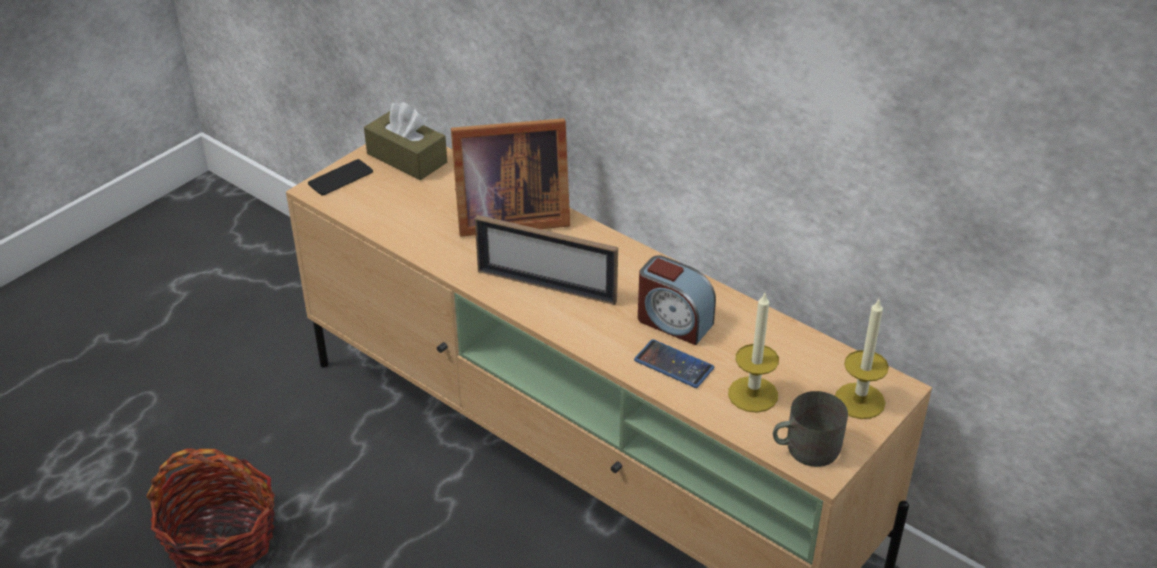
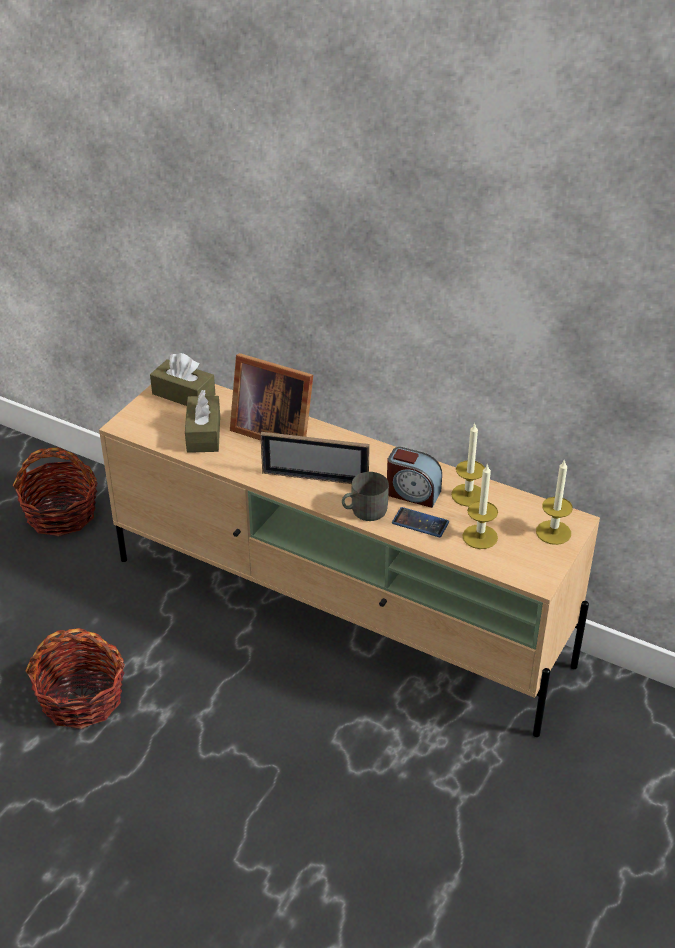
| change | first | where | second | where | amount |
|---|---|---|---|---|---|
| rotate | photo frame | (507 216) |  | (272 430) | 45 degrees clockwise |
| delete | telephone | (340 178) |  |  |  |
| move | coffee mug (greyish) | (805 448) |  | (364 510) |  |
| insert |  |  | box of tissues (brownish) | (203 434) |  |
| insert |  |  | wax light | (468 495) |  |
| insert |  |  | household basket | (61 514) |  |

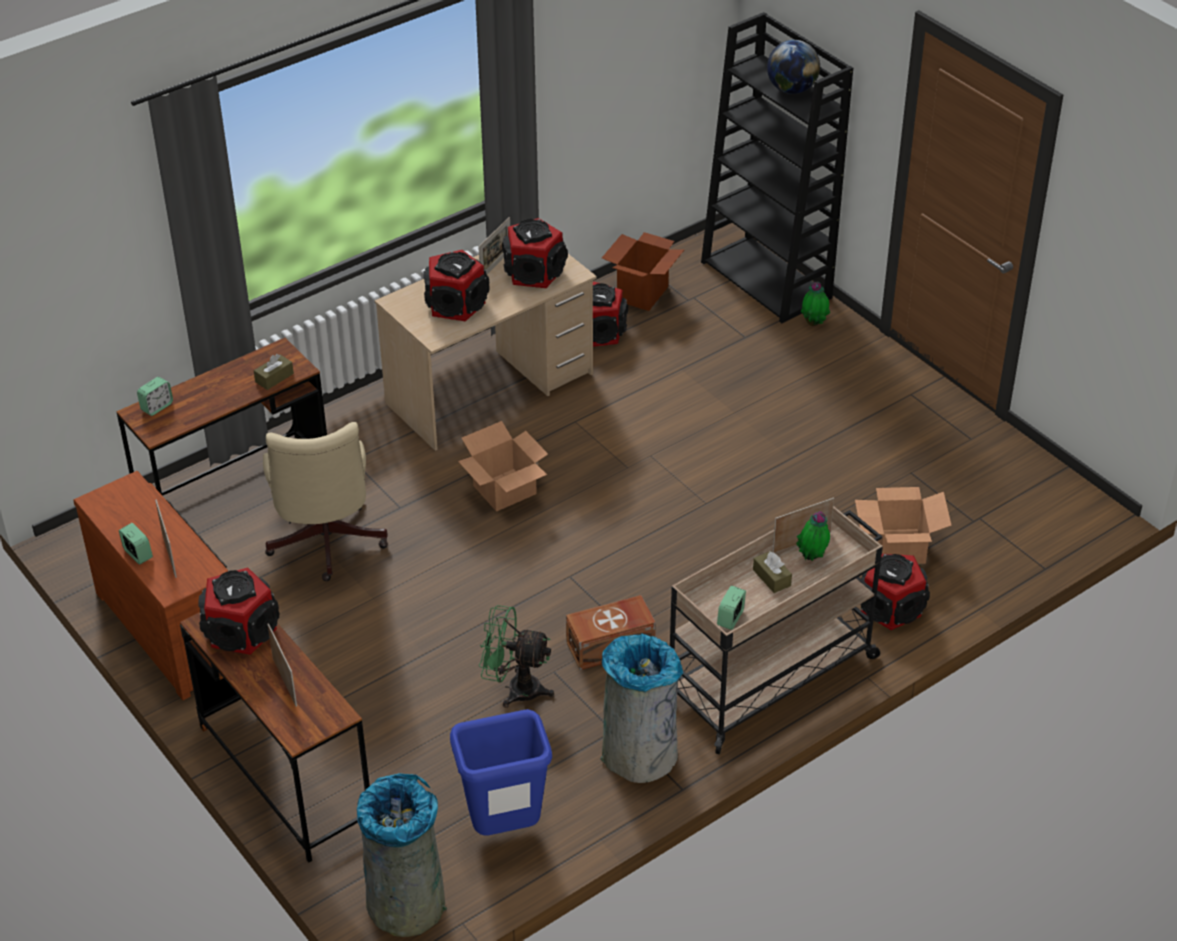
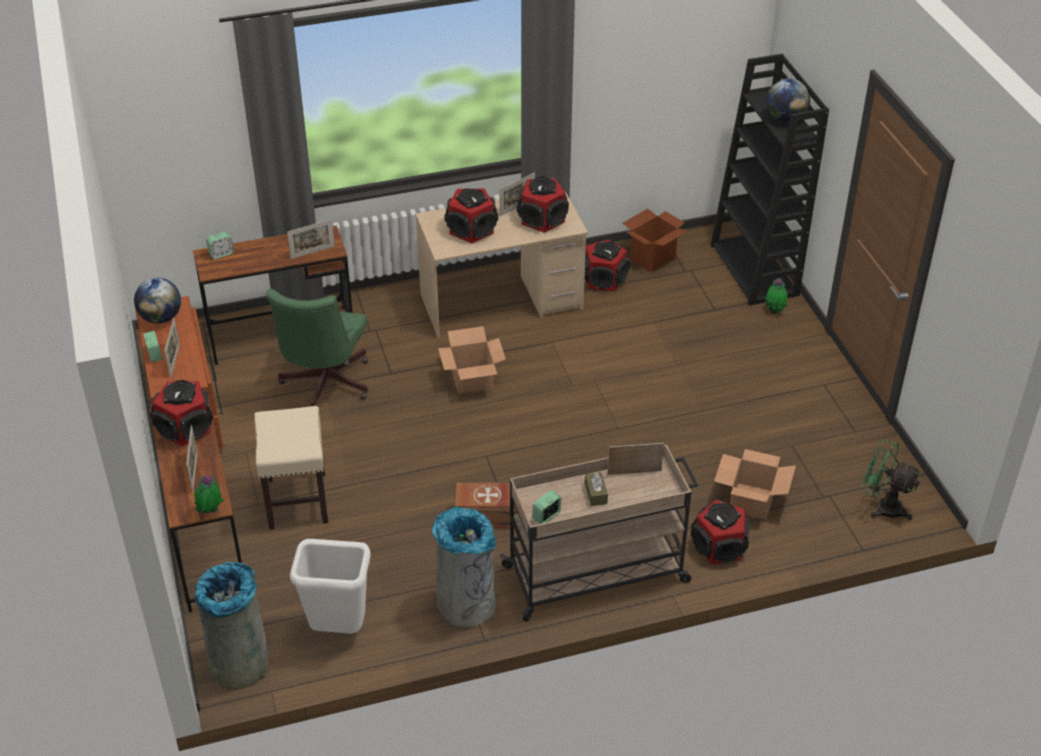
| change | first | where | second | where | amount |
|---|---|---|---|---|---|
| replace | box of tissues (brownish) | (274 378) | photo frame | (312 252) |  |
| recolor | desk chair (beige) | (325 545) | desk chair (green) | (324 386) |  |
| move | houseplant | (812 558) |  | (210 512) |  |
| move | cooling fan (green) | (515 689) |  | (882 506) |  |
| recolor | trash can (bluish) | (504 829) | trash can (whitish) | (338 630) |  |
| insert |  |  | world globe | (161 318) |  |
| insert |  |  | stool seat (beige) | (297 501) |  |

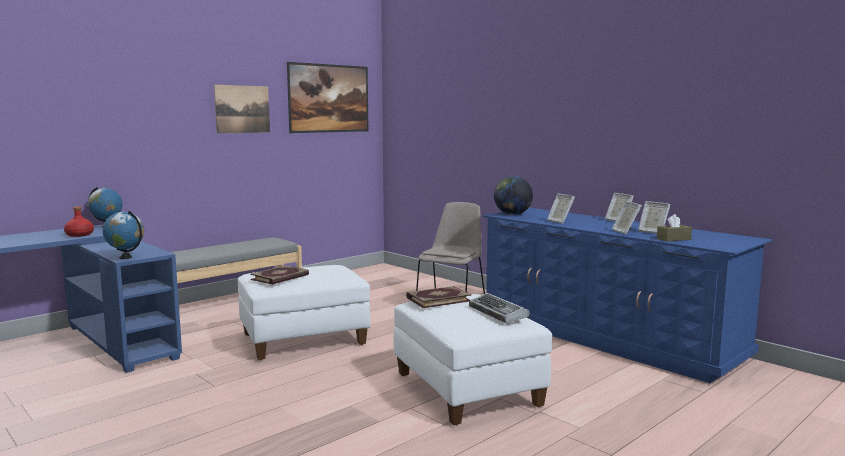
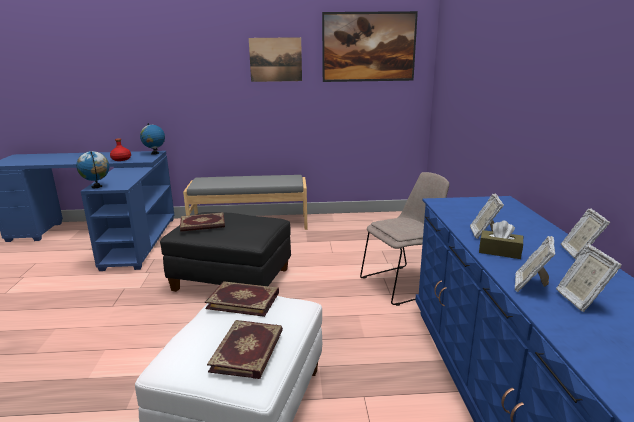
| change | first | where | second | where | amount |
|---|---|---|---|---|---|
| delete | world globe | (512 214) |  |  |  |
| move | box of tissues (brownish) | (673 239) |  | (499 252) |  |
| recolor | footrest (whitish) | (304 339) | footrest (black-coloured) | (232 280) |  |
| replace | PC keyboard | (499 313) | bound book | (248 351) |  |

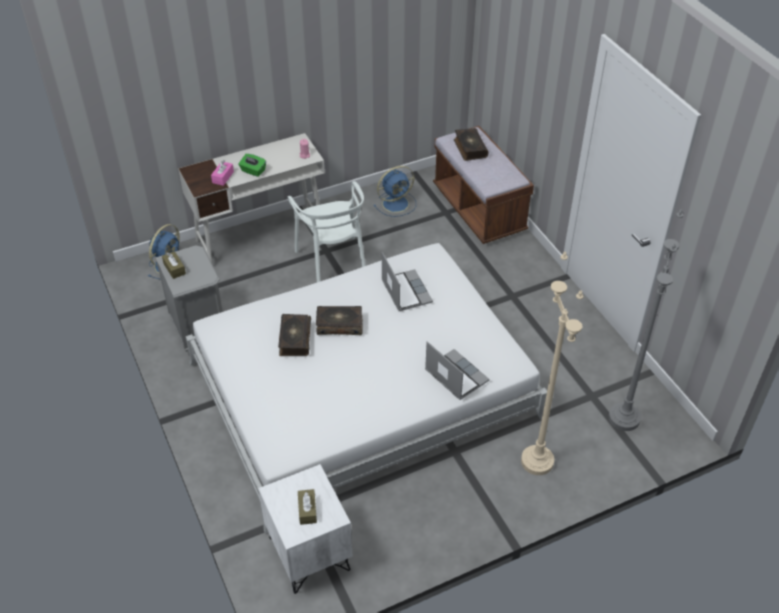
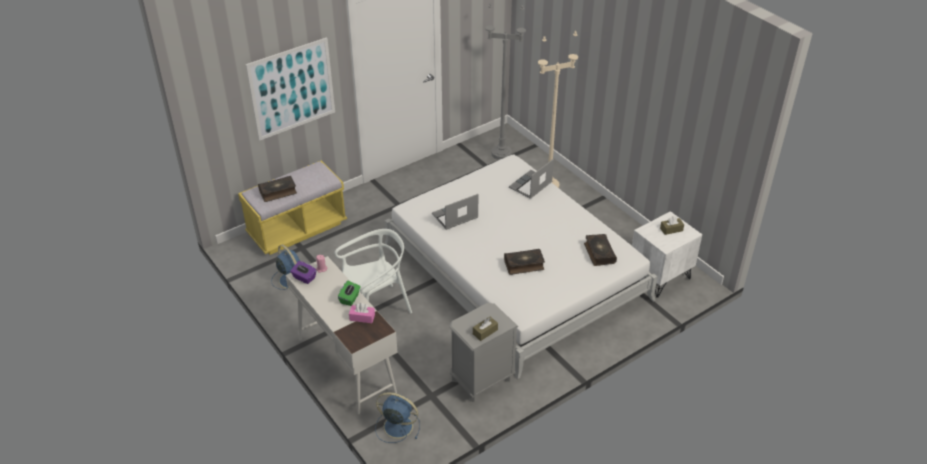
| change | first | where | second | where | amount |
|---|---|---|---|---|---|
| recolor | bench (brownish) | (479 210) | bench (yellow) | (297 229) |  |
| move | bound book | (339 325) |  | (599 253) |  |
| insert |  |  | wall picture | (292 89) |  |
| insert |  |  | box of tissues (purple-coloured) | (304 278) |  |

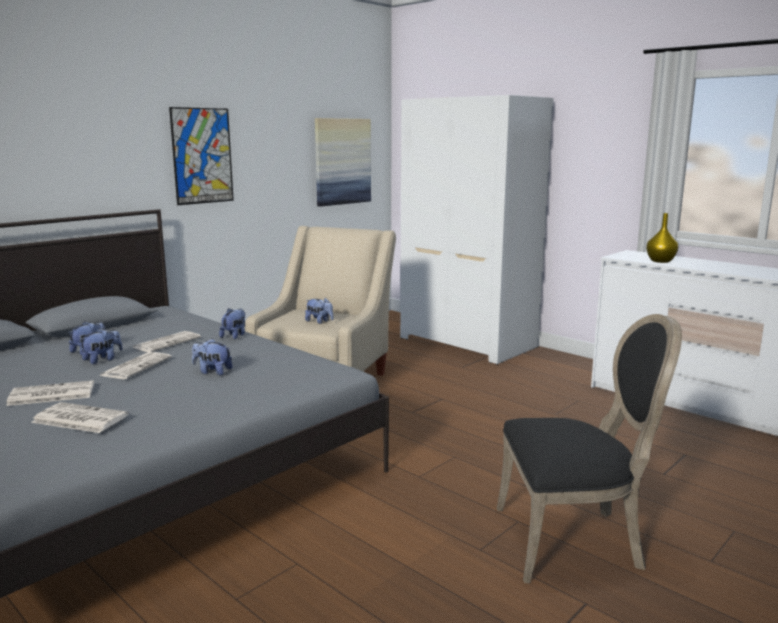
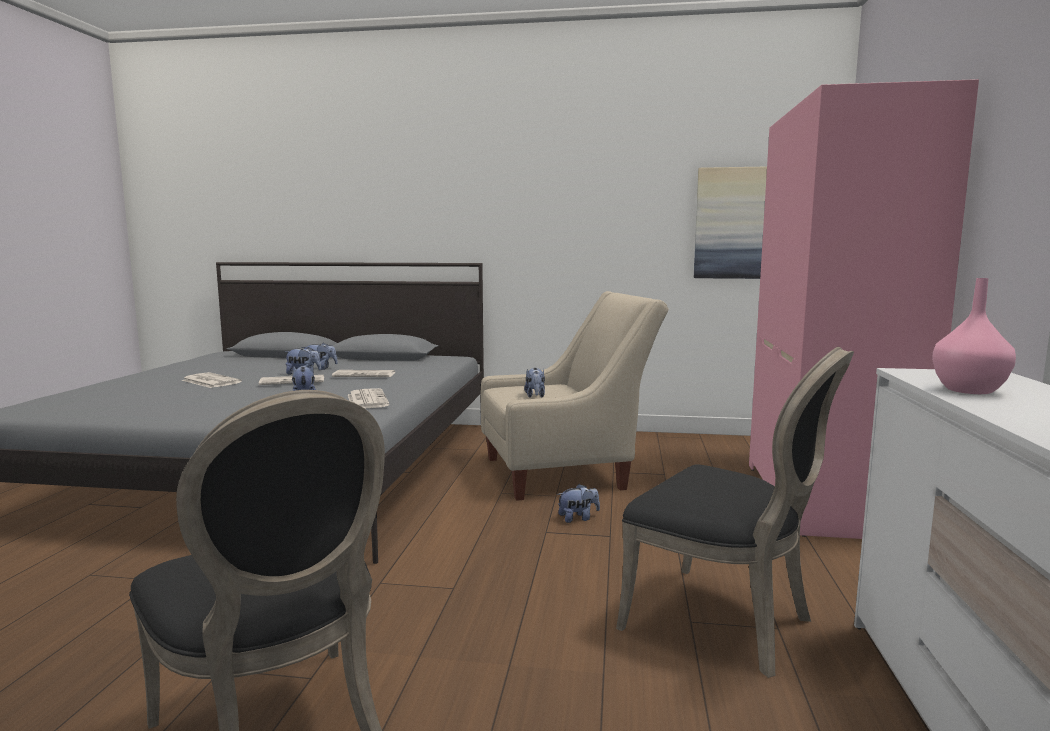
| change | first | where | second | where | amount |
|---|---|---|---|---|---|
| recolor | clothes cupboard (whitish) | (469 342) | clothes cupboard (pink-coloured) | (827 500) |  |
| delete | wall picture | (202 156) |  |  |  |
| recolor | flower vase (yellow) | (660 261) | flower vase (pink-coloured) | (967 390) |  |
| move | soft toy | (234 336) |  | (578 518) |  |
| move | daily paper | (78 419) |  | (367 400) |  |
| insert |  |  | chair (black-coloured) | (725 623) |  |

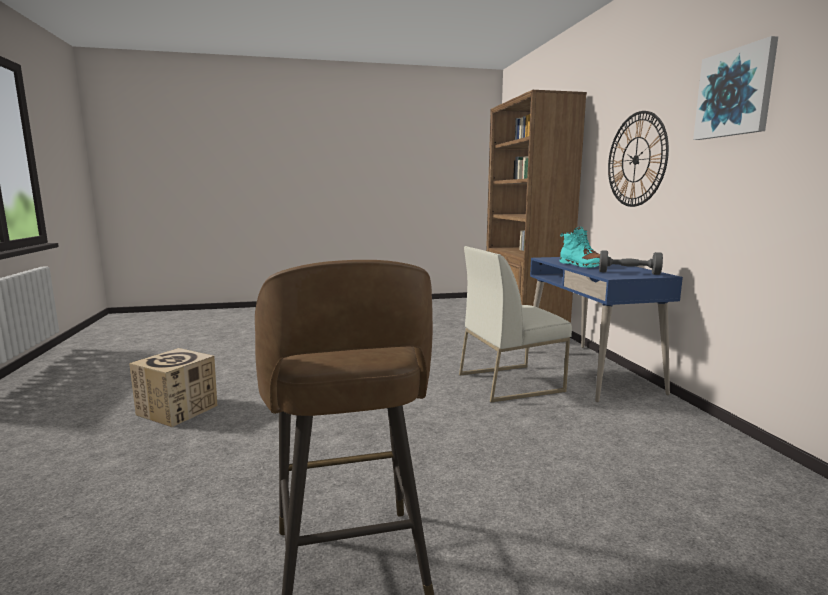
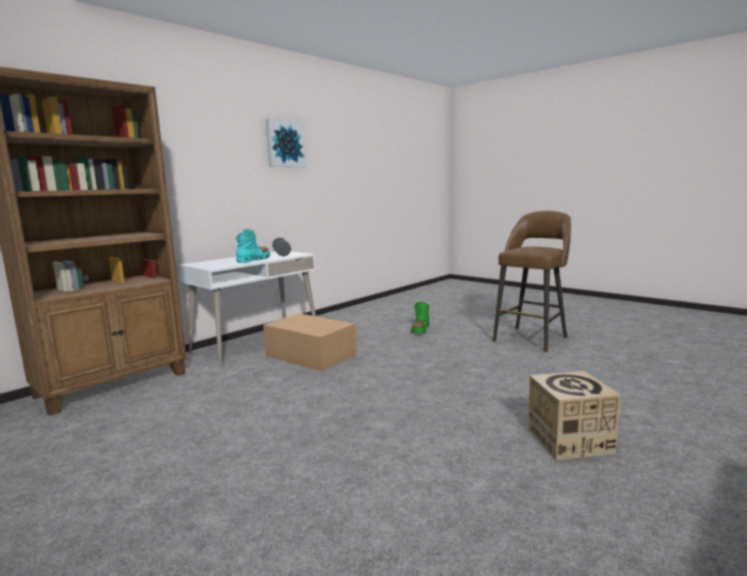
| change | first | where | second | where | amount |
|---|---|---|---|---|---|
| delete | clock on the wall | (636 159) |  |  |  |
| replace | chair (whitish) | (510 382) | packing box | (311 356) |  |
| recolor | desk (bluish) | (589 370) | desk (whitish) | (256 343) |  |
| insert |  |  | high-top boot (green) | (420 330) |  |

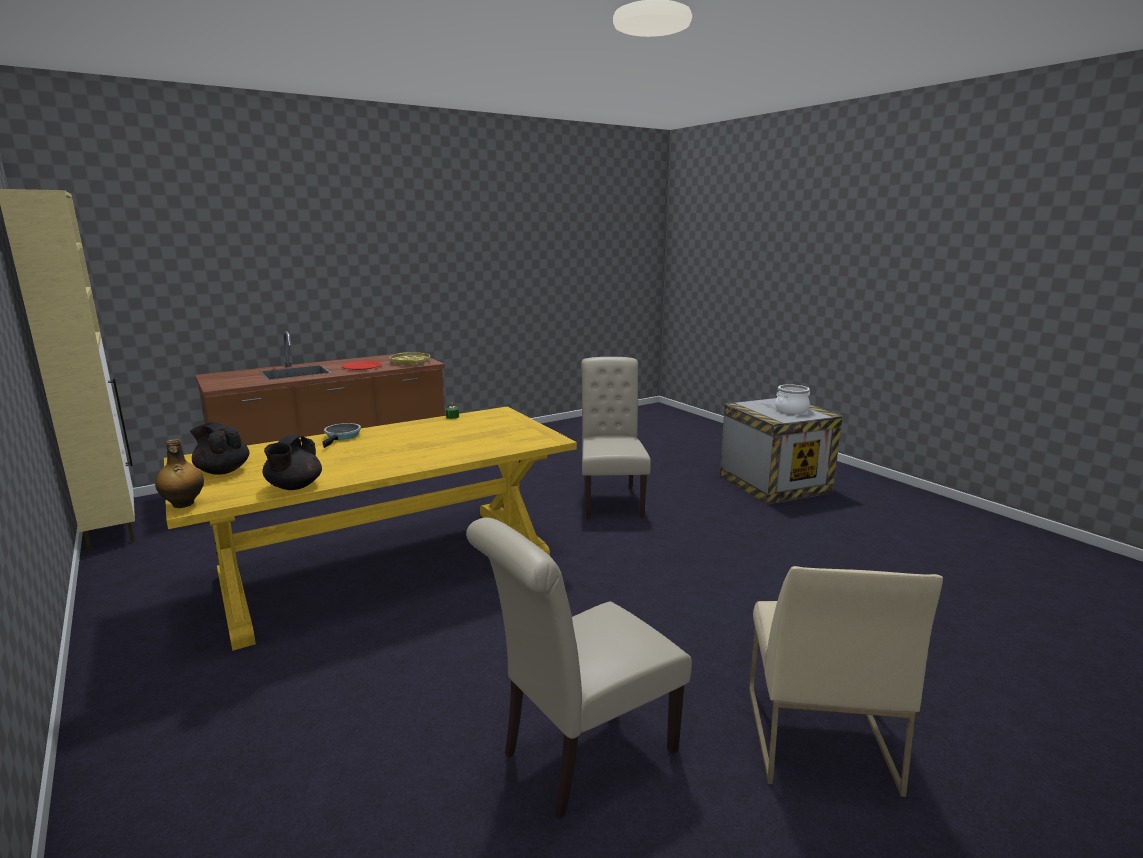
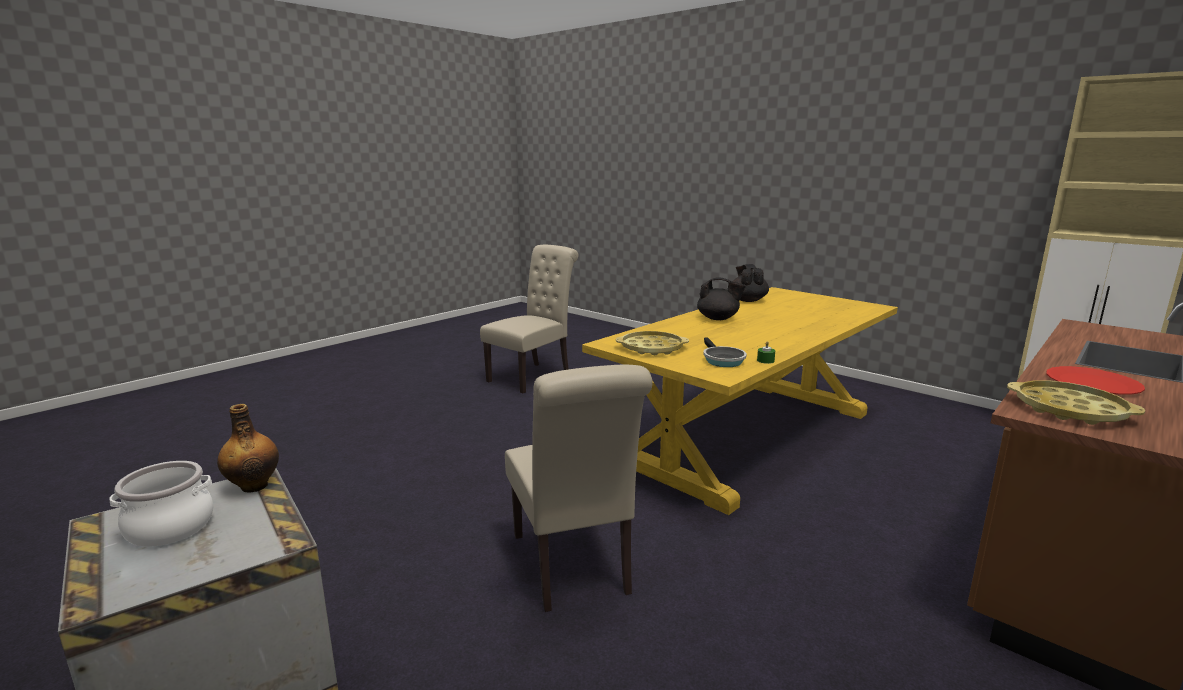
| change | first | where | second | where | amount |
|---|---|---|---|---|---|
| move | pot for tea (black-coloured) | (222 471) |  | (718 318) |  |
| move | frying pan | (342 437) |  | (722 360) |  |
| move | drink bottle | (183 504) |  | (254 485) |  |
| delete | chair (beige) | (817 736) |  |  |  |
| insert |  |  | serving tray (yellow) | (651 348) |  |

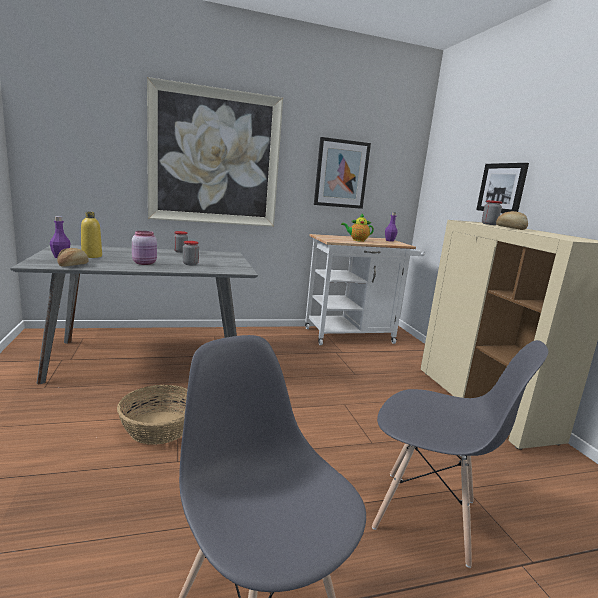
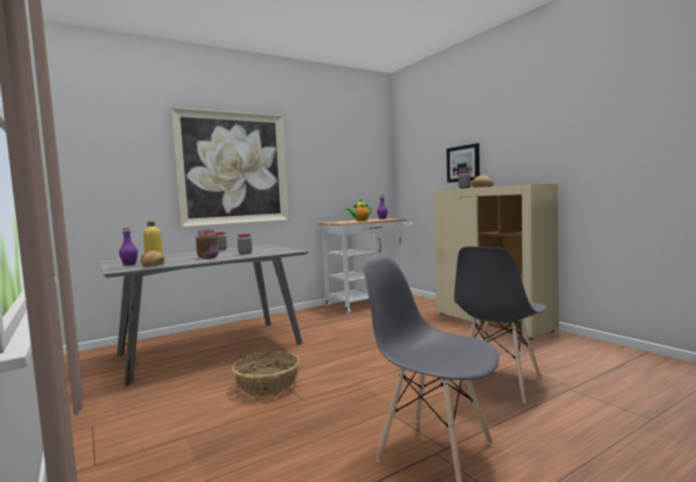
| change | first | where | second | where | amount |
|---|---|---|---|---|---|
| delete | wall picture | (341 174) |  |  |  |
| recolor | jar (pink-coloured) | (145 263) | jar (brownish) | (209 258) |  |
| rotate | chair (greyish) | (426 515) |  | (499 383) | 120 degrees clockwise |

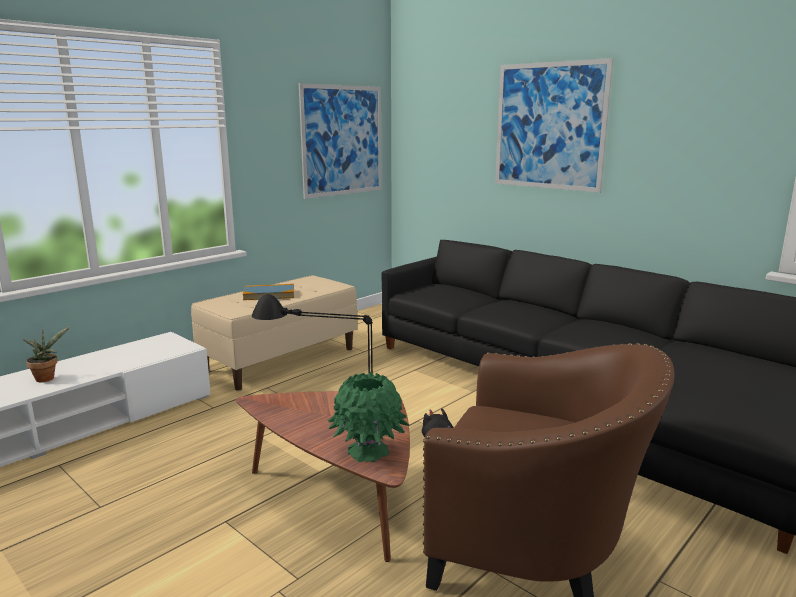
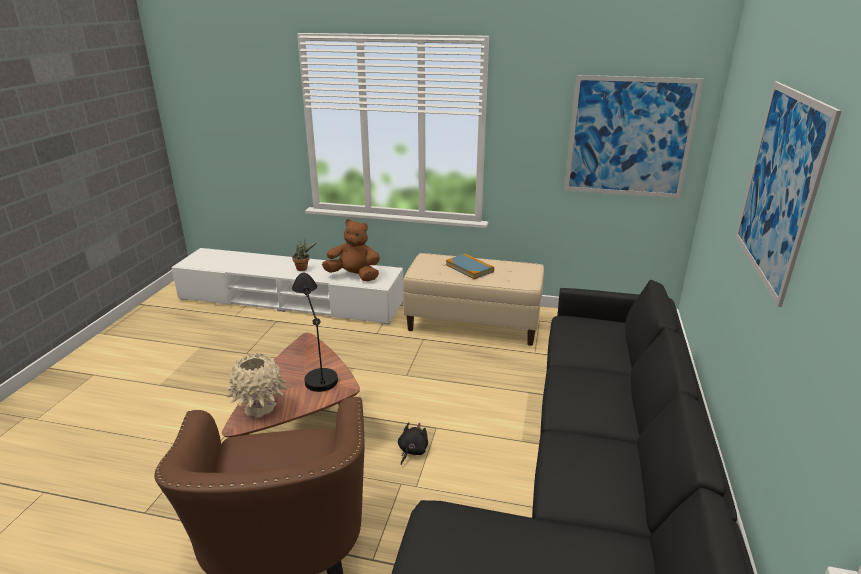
| change | first | where | second | where | amount |
|---|---|---|---|---|---|
| recolor | flower vase (green) | (368 451) | flower vase (beige) | (260 408) |  |
| insert |  |  | soft toy (brownish) | (354 276) |  |

